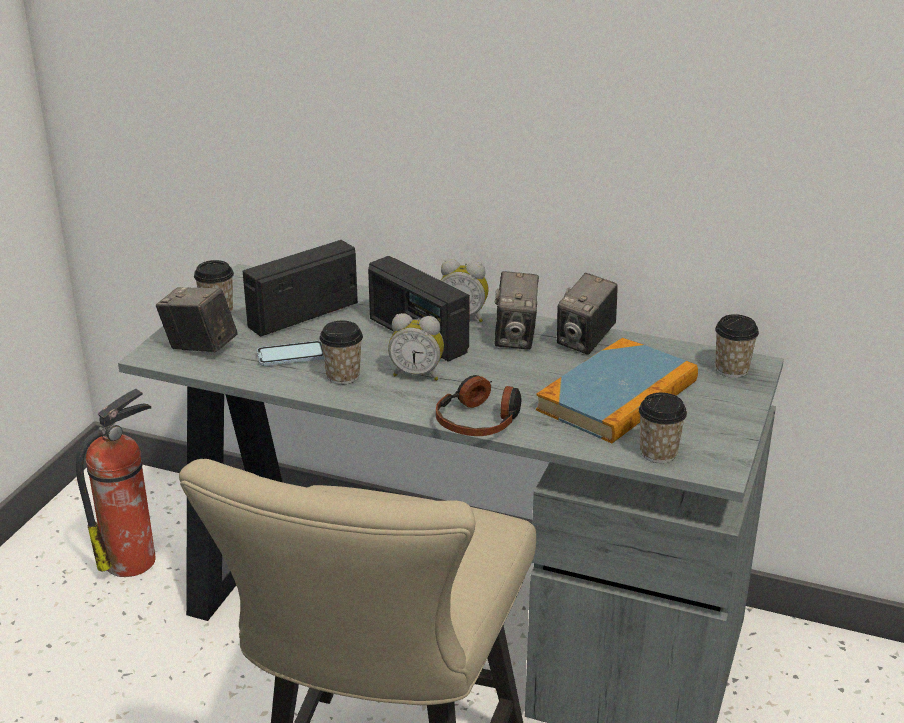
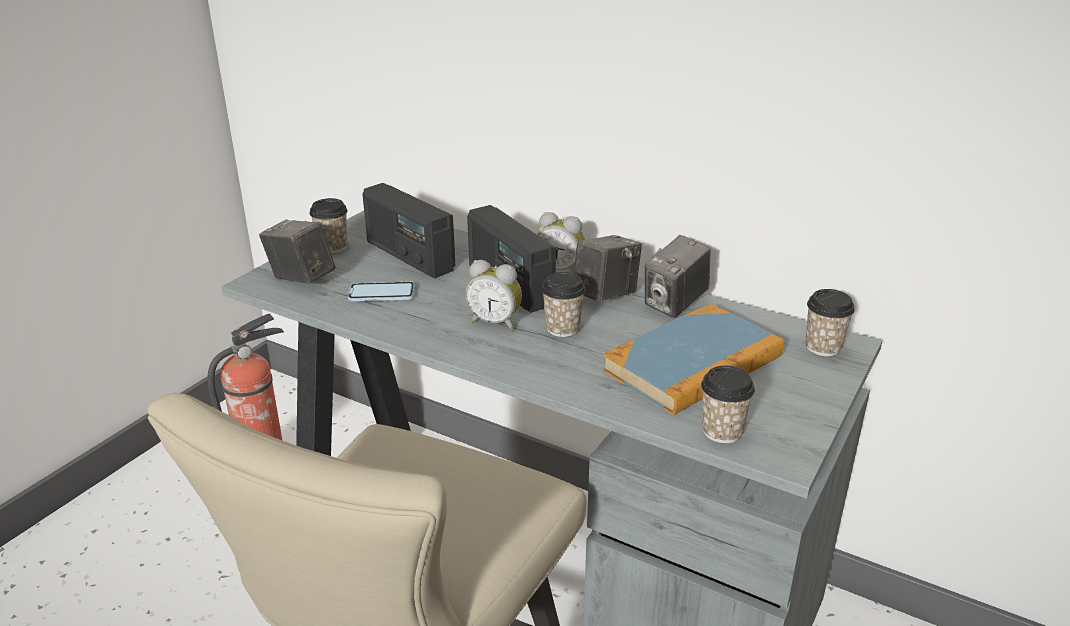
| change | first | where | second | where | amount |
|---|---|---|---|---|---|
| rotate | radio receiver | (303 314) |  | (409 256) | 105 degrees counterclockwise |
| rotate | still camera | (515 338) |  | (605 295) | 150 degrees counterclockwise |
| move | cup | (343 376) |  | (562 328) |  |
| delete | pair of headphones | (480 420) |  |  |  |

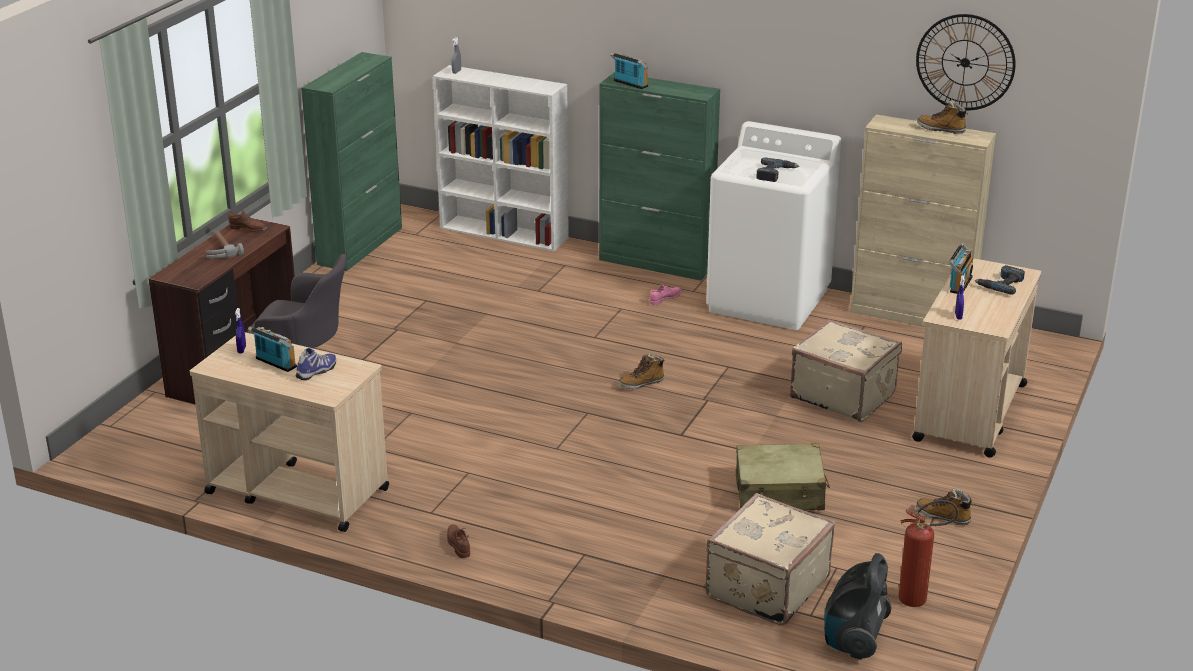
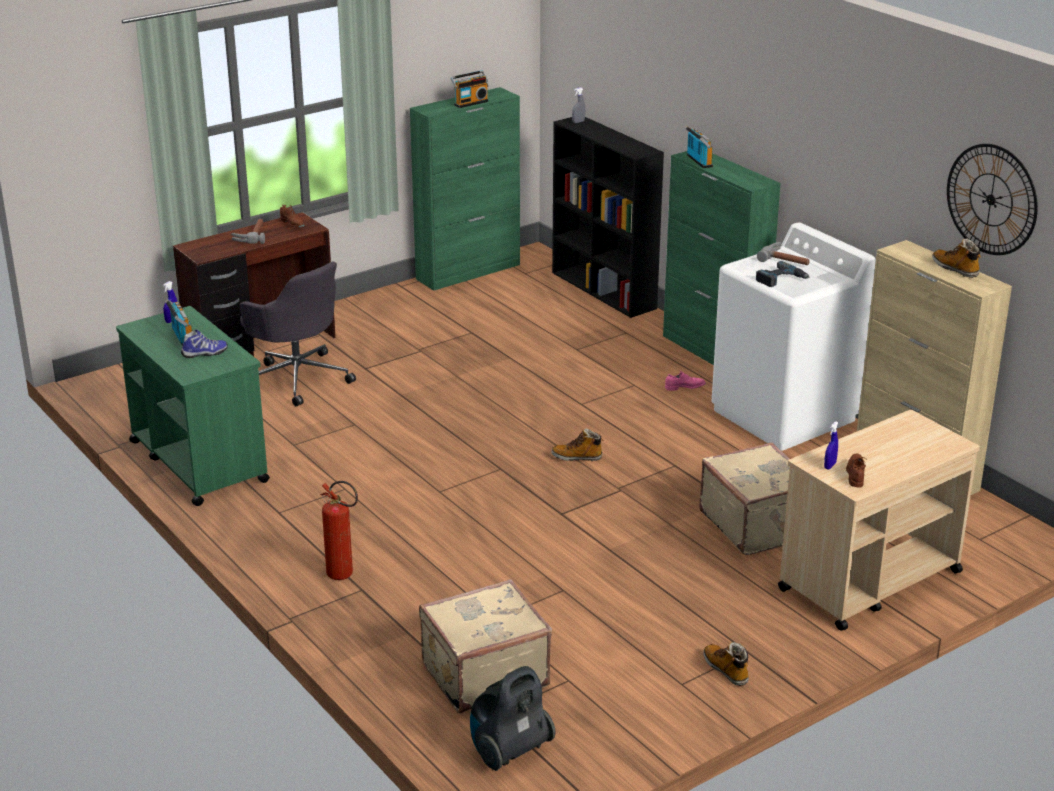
| change | first | where | second | where | amount |
|---|---|---|---|---|---|
| recolor | shelving unit (whitish) | (505 233) | shelving unit (black-coloured) | (604 291) |  |
| move | radio receiver | (958 284) |  | (470 103) |  |
| delete | power drill | (1000 284) |  |  |  |
| recolor | trolley (beige) | (296 491) | trolley (green) | (198 461) |  |
| delete | travel case (beige) | (780 492) |  |  |  |
| move | fire-fighting cylinder | (919 600) |  | (344 576) |  |
| move | shoe (brownish) | (458 545) |  | (855 474) |  |
| insert |  |  | hammer | (787 260) |  |

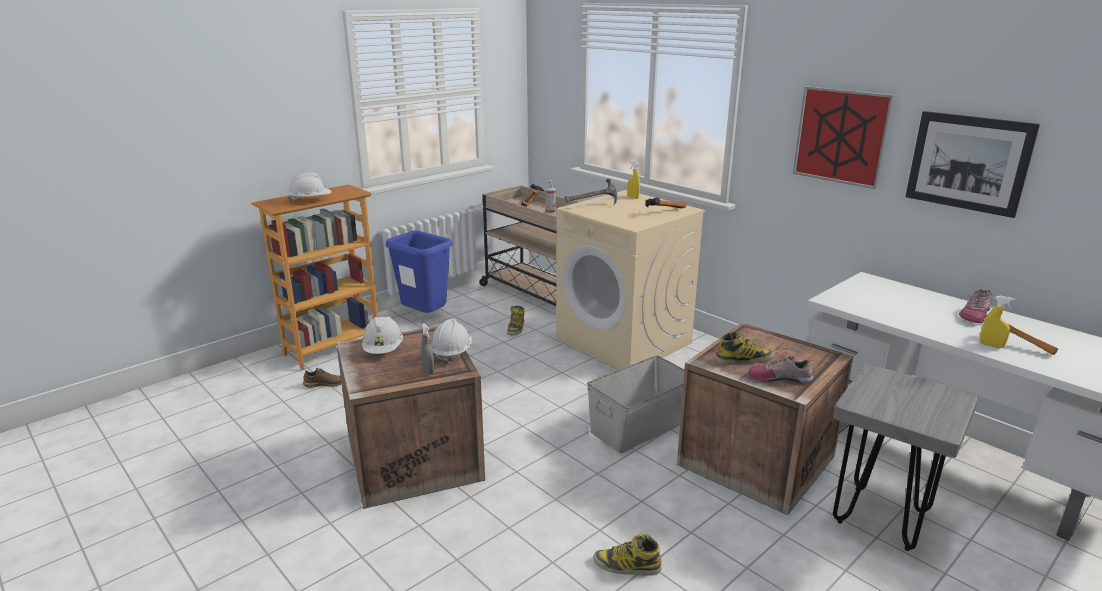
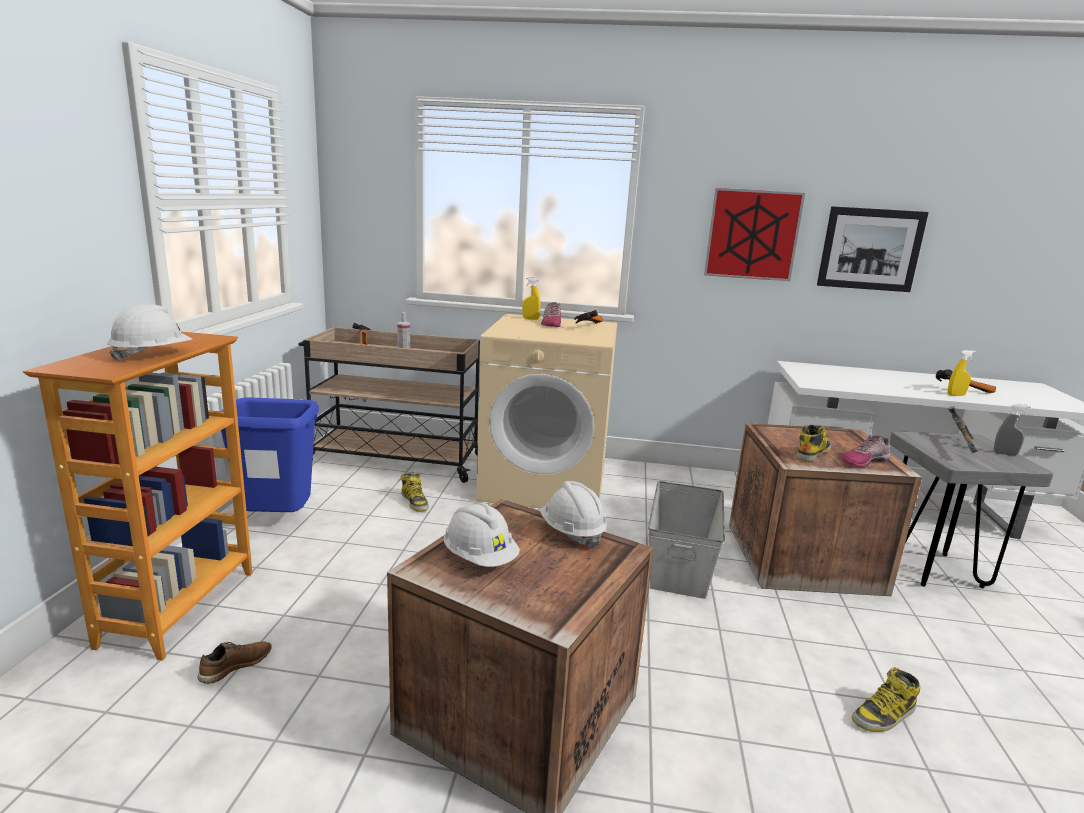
| change | first | where | second | where | amount |
|---|---|---|---|---|---|
| move | hammer | (592 206) |  | (960 449) |  |
| move | shoe | (974 314) |  | (551 324) |  |
| move | hand sprayer (greyish) | (428 371) |  | (1005 454) |  |

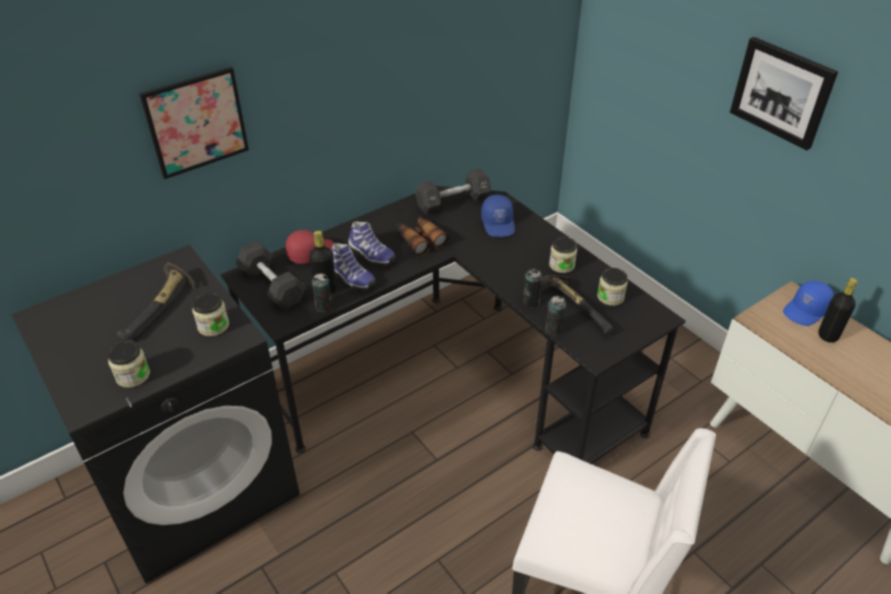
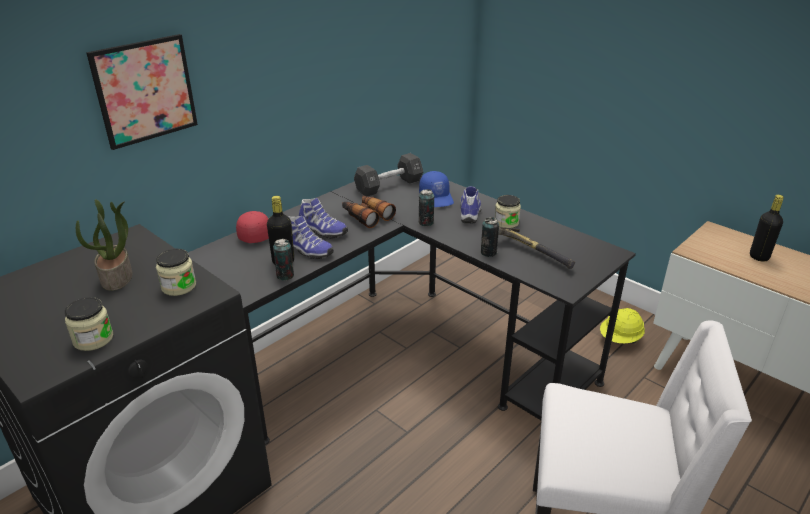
| change | first | where | second | where | amount |
|---|---|---|---|---|---|
| delete | wall picture | (782 92) |  |  |  |
| delete | dumbbell (black-coloured) | (272 286) |  |  |  |
| replace | hammer | (161 308) | houseplant | (117 277) |  |
| delete | jar | (610 297) |  |  |  |
| delete | baseball cap (bluish) | (806 311) |  |  |  |
| move | metal can | (554 329) |  | (426 223) |  |
| insert |  |  | shoe | (470 212) |  |
| insert |  |  | work helmet (yellow) | (620 339) |  |

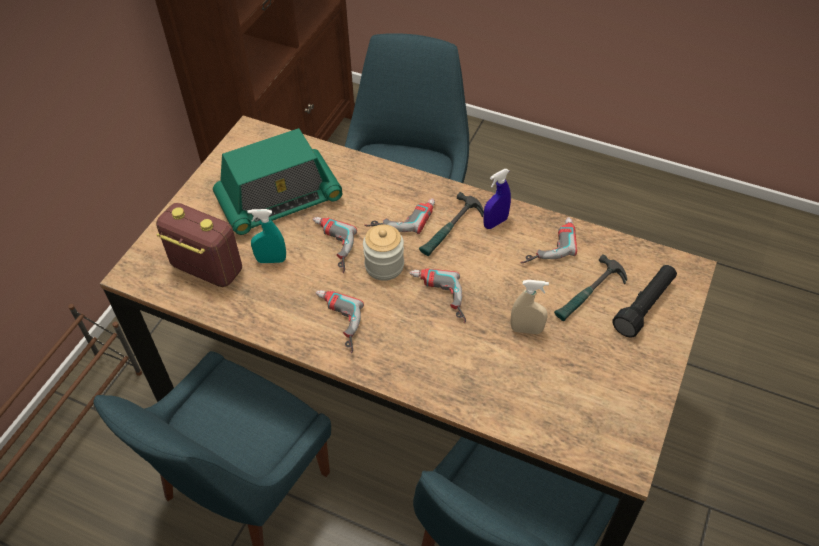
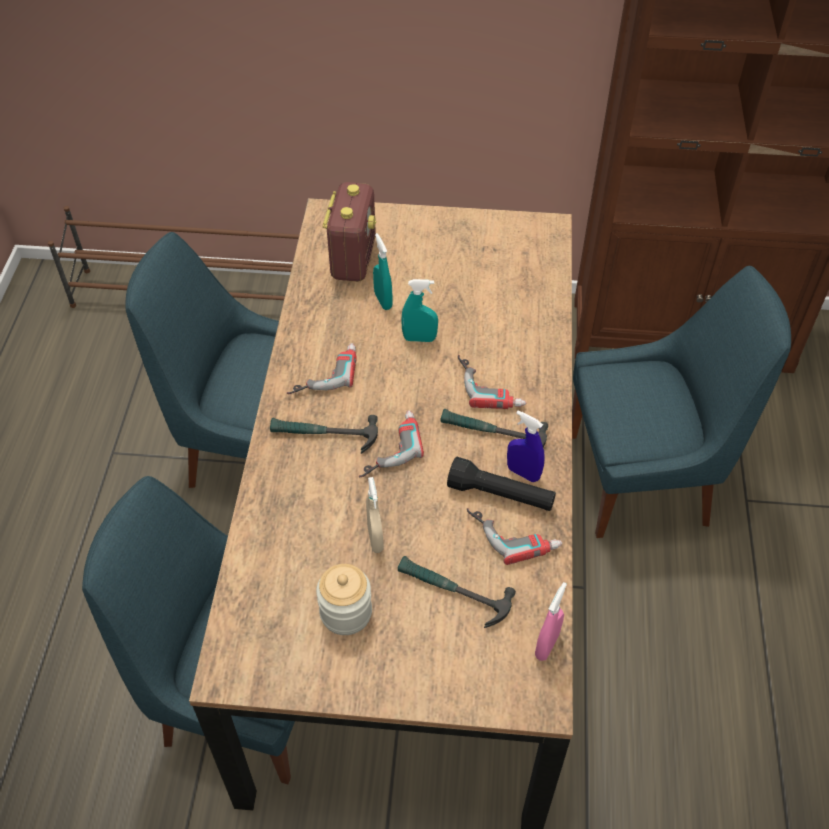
| change | first | where | second | where | amount |
|---|---|---|---|---|---|
| delete | radio receiver | (279 200) |  |  |  |
| replace | power drill | (329 247) | hand sprayer (turquoise-coloured) | (419 338) |  |
| move | jar | (384 266) |  | (346 612) |  |
| move | flashlight (black-coloured) | (644 306) |  | (500 495) |  |
| insert |  |  | hammer | (324 435) |  |
| insert |  |  | hand sprayer (pink-coloured) | (547 645) |  |

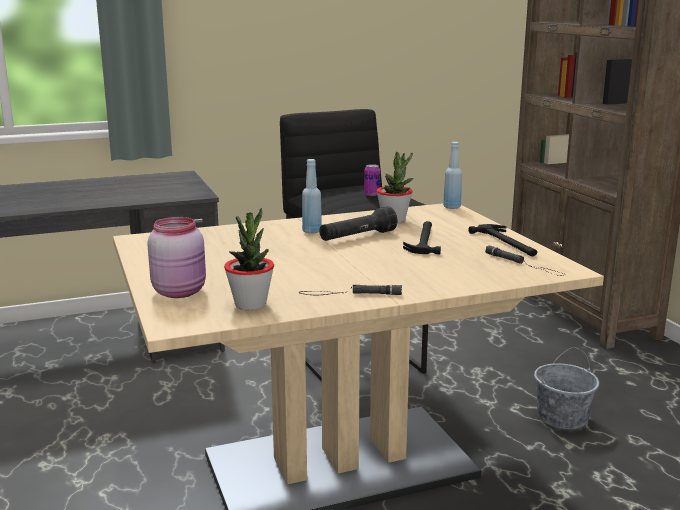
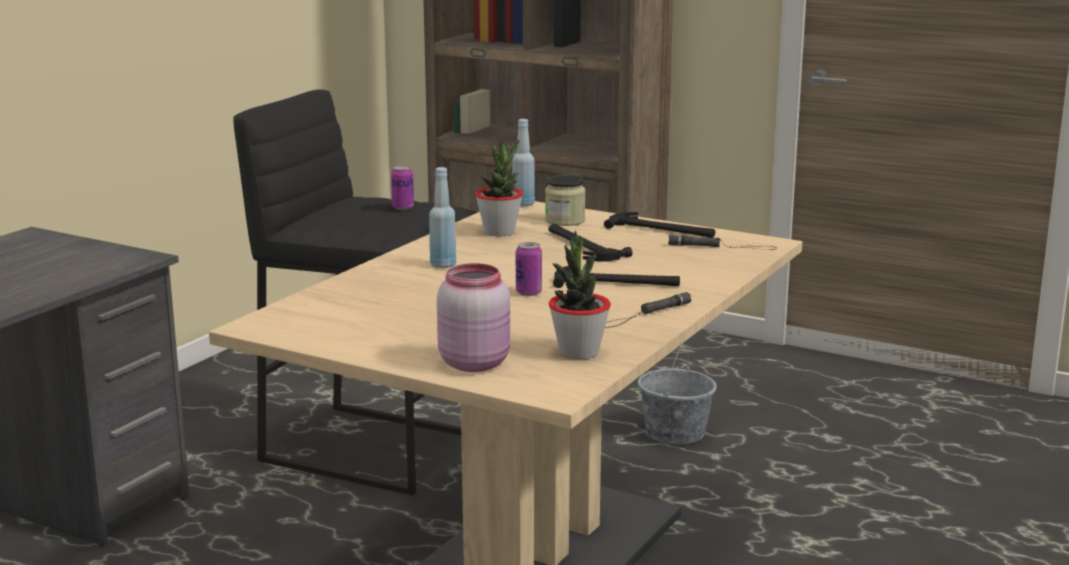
| change | first | where | second | where | amount |
|---|---|---|---|---|---|
| delete | flashlight (black-coloured) | (357 237) |  |  |  |
| insert |  |  | jar | (565 220) |  |
| insert |  |  | metal can | (528 292) |  |
| insert |  |  | hammer | (617 282) |  |

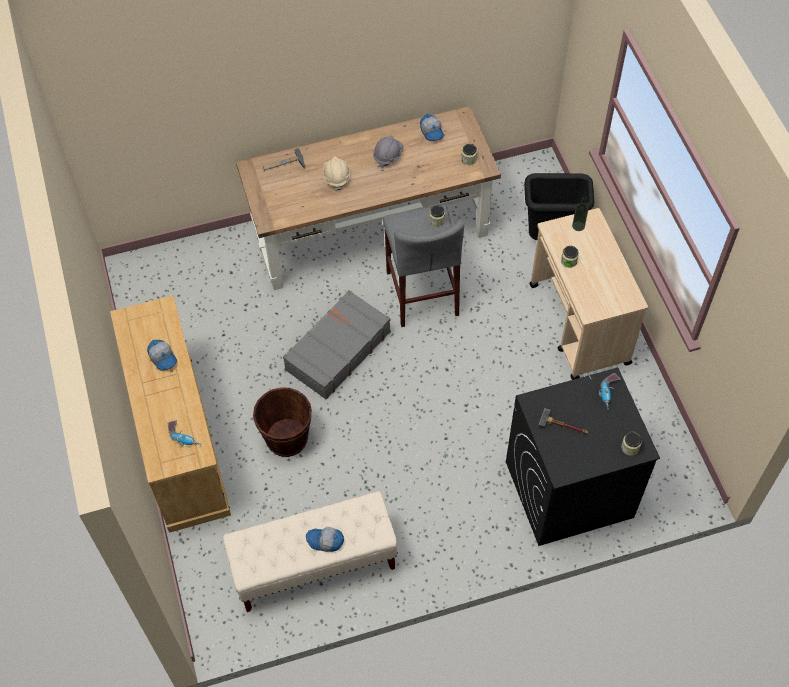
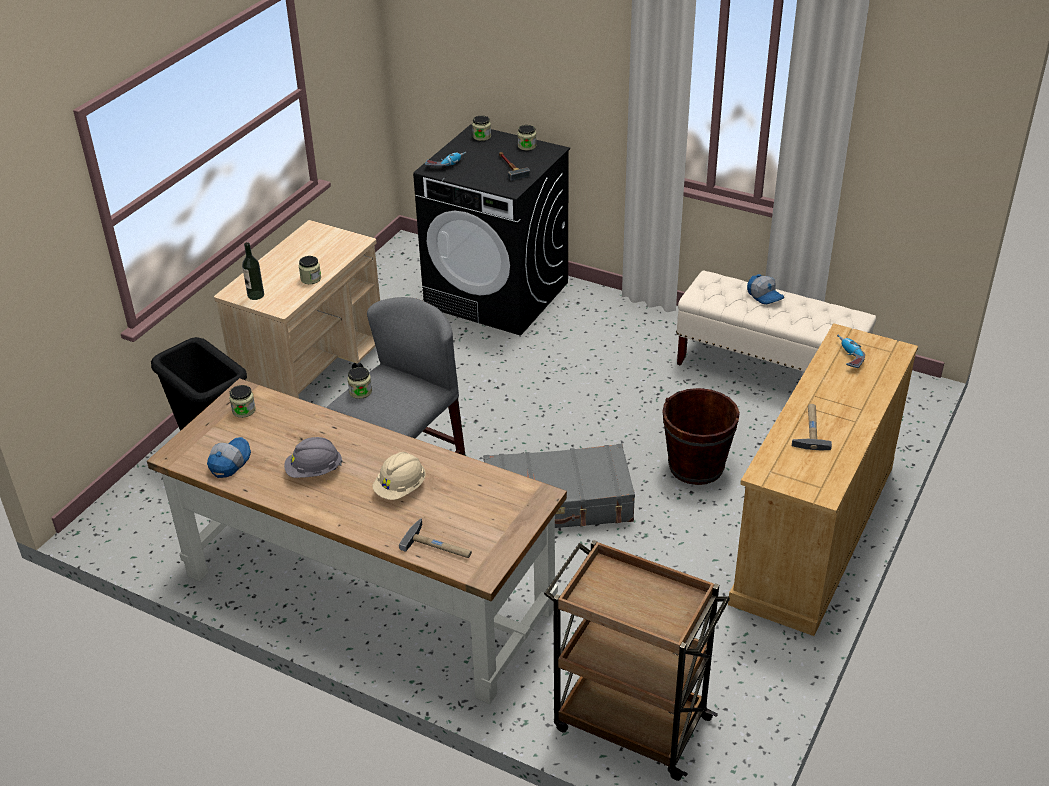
| change | first | where | second | where | amount |
|---|---|---|---|---|---|
| replace | baseball cap | (163 357) | hammer | (810 429) |  |
| insert |  |  | jar | (527 146) |  |
| insert |  |  | trolley (brownish) | (629 722) |  |

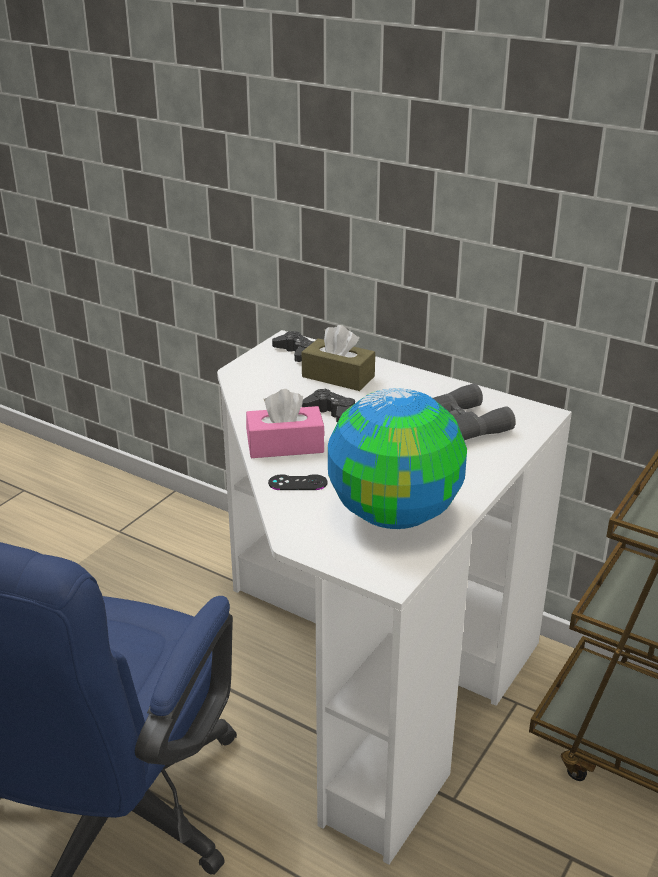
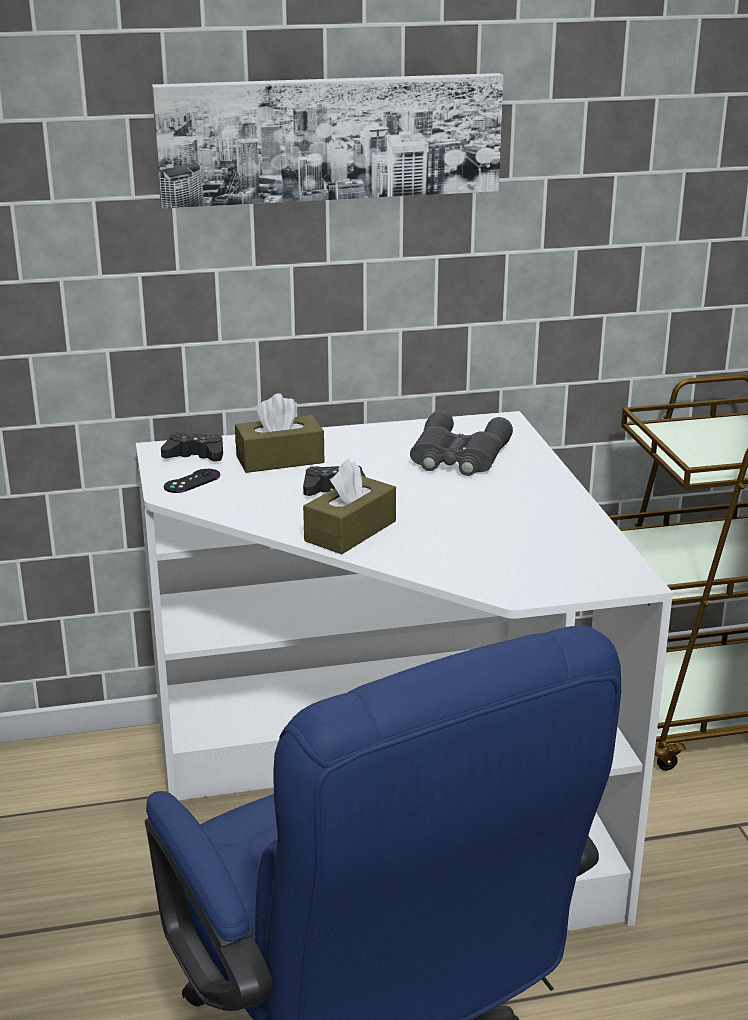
| change | first | where | second | where | amount |
|---|---|---|---|---|---|
| delete | world globe | (395 514) |  |  |  |
| recolor | box of tissues (pink-coloured) | (285 445) | box of tissues (brownish) | (350 531) |  |
| move | gamepad (black-coloured) | (297 483) |  | (192 481) |  |
| insert |  |  | wall picture | (330 138) |  |

